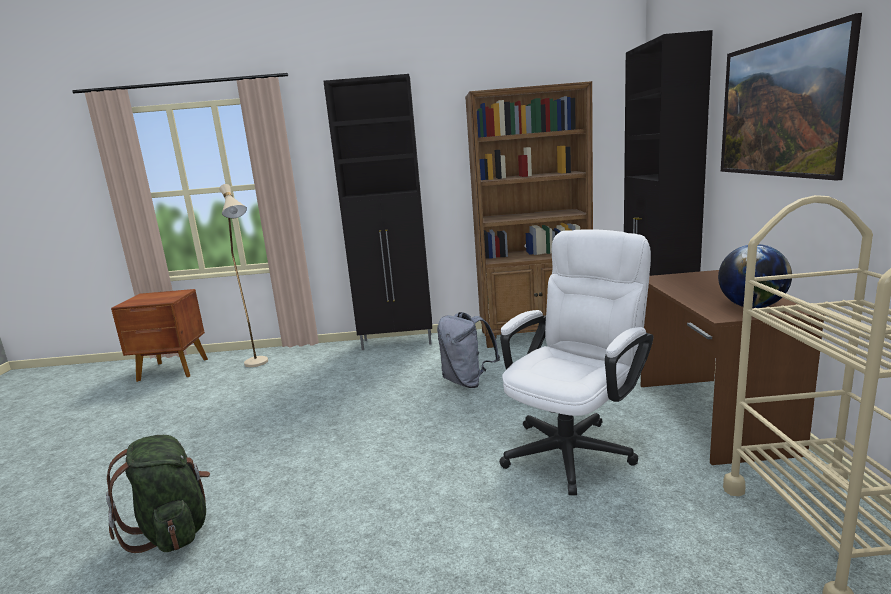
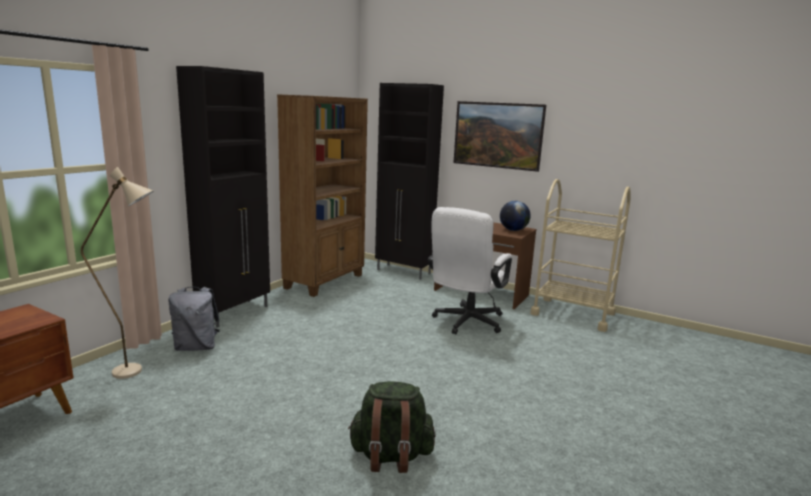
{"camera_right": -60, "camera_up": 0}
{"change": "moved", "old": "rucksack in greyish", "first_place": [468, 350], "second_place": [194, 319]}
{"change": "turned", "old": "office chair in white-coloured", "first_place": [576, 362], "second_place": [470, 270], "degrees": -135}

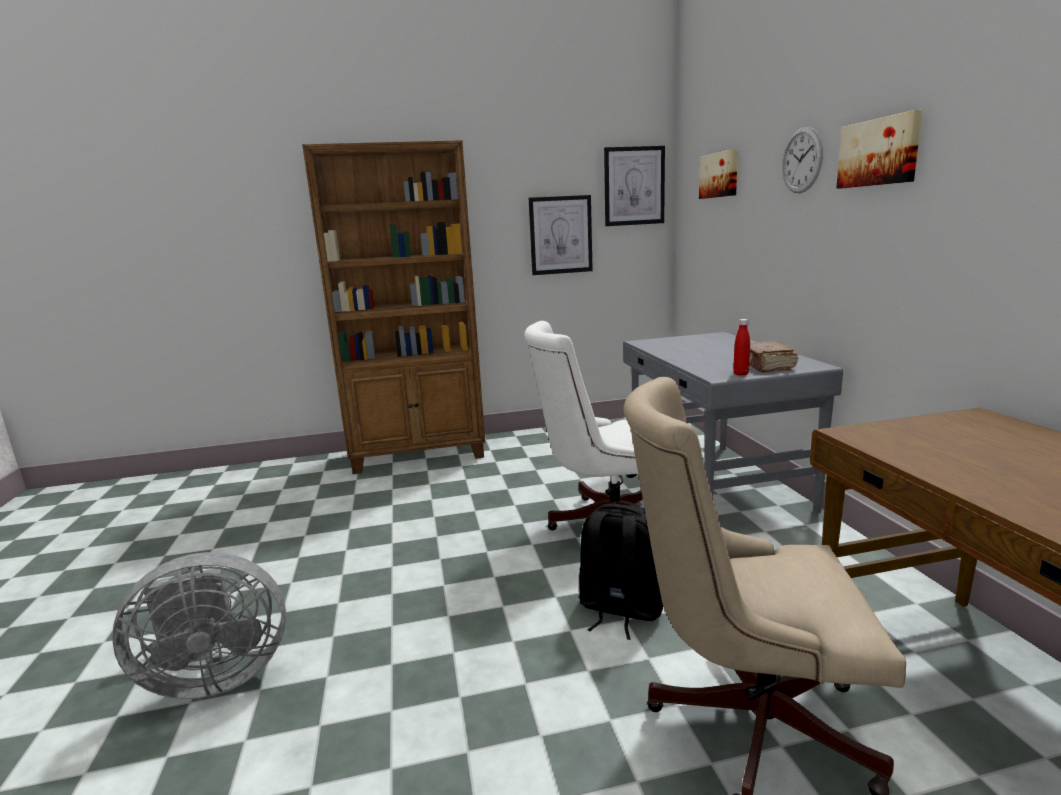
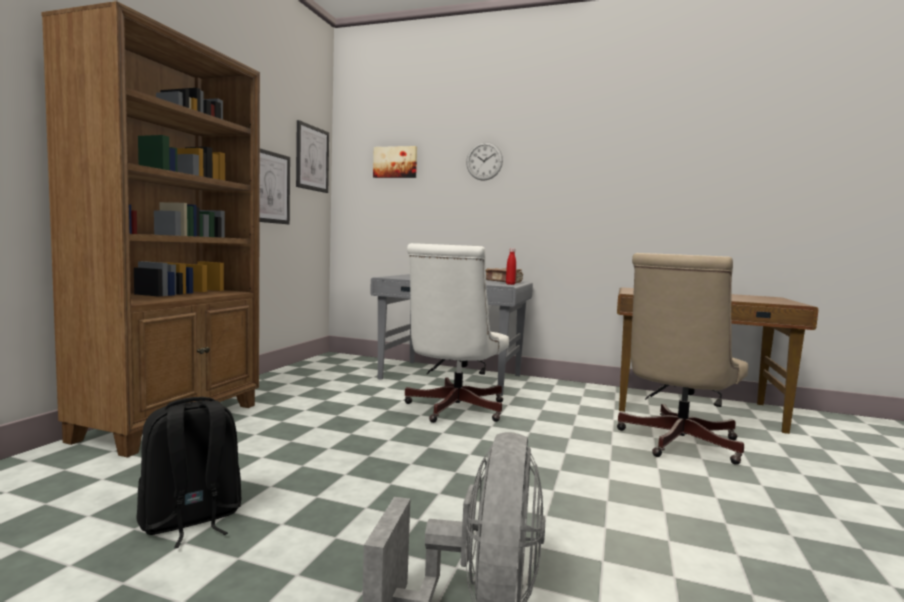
{"camera_right": -60, "camera_up": -10}
{"change": "moved", "old": "rucksack in black", "first_place": [621, 572], "second_place": [188, 472]}
{"change": "removed", "old": "picture", "first_place": [879, 149]}

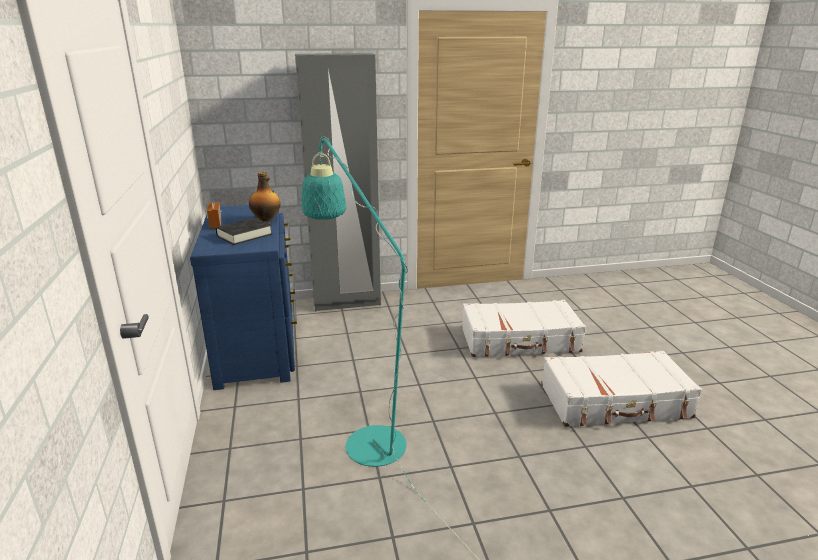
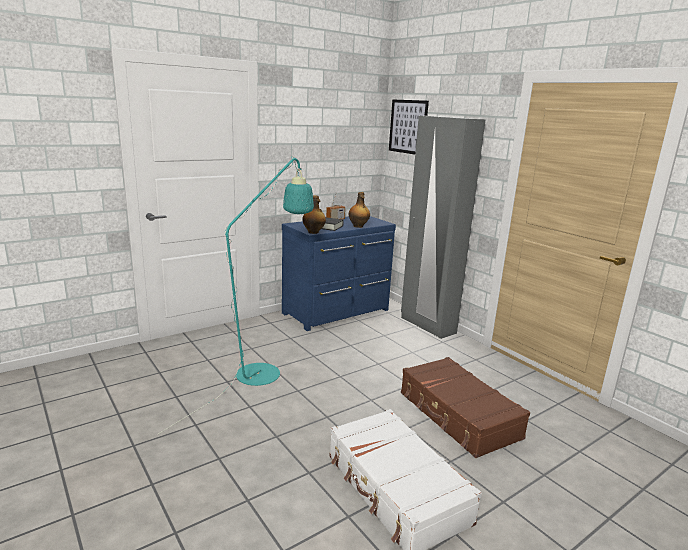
{"camera_right": 65, "camera_up": -5}
{"change": "recoloured", "old": "piece of luggage in white-coloured", "new": "piece of luggage in brown-coloured", "first_place": [524, 328], "second_place": [465, 407]}
{"change": "added", "new": "drink bottle", "second_place": [314, 214]}
{"change": "added", "new": "picture", "second_place": [409, 126]}

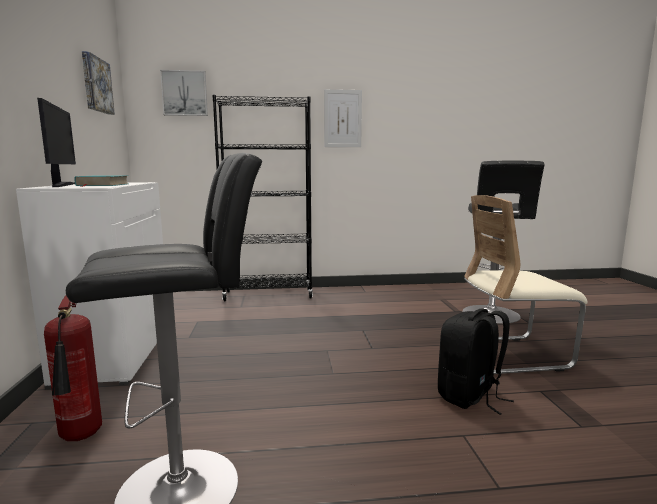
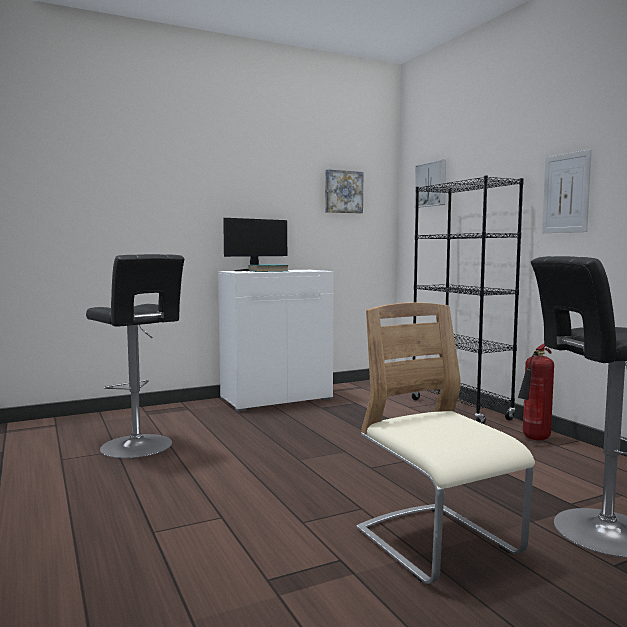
{"camera_right": 70, "camera_up": -5}
{"change": "moved", "old": "fire-fighting cylinder", "first_place": [73, 368], "second_place": [536, 392]}
{"change": "removed", "old": "rucksack in black", "first_place": [476, 362]}

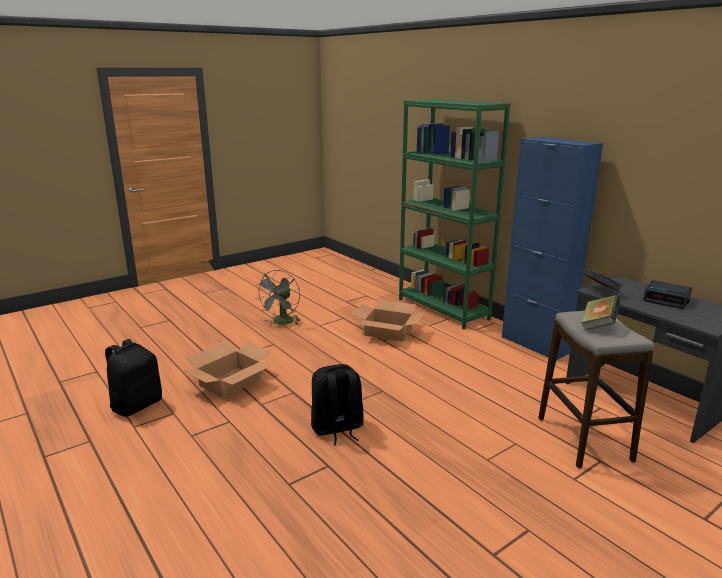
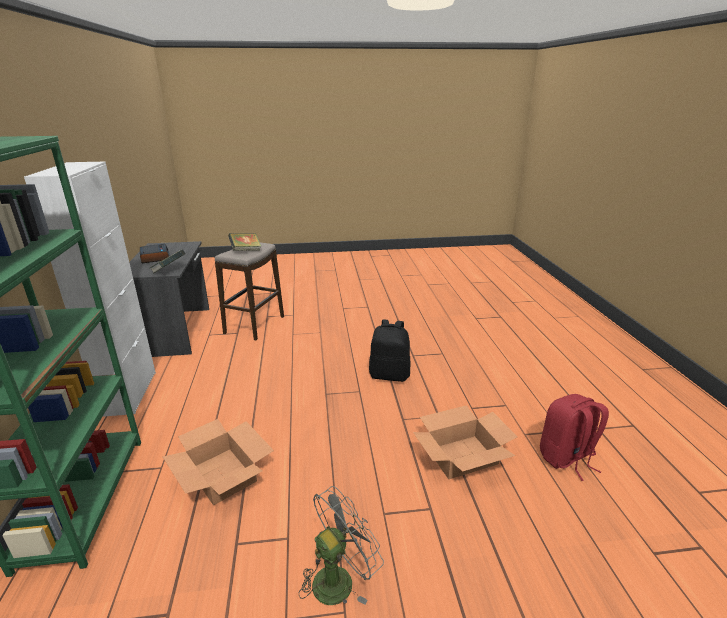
{"camera_right": -150, "camera_up": 5}
{"change": "recoloured", "old": "rucksack in black", "new": "rucksack in red", "first_place": [133, 378], "second_place": [574, 437]}
{"change": "recoloured", "old": "cupboard in blue", "new": "cupboard in white-coloured", "first_place": [552, 248], "second_place": [90, 289]}

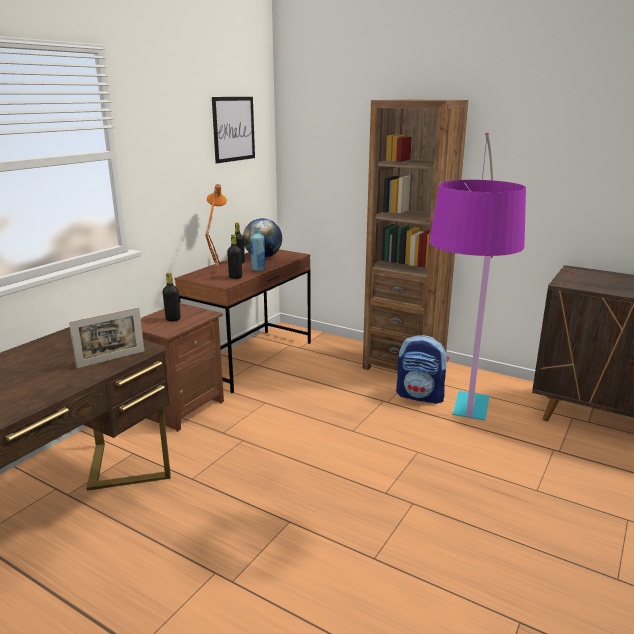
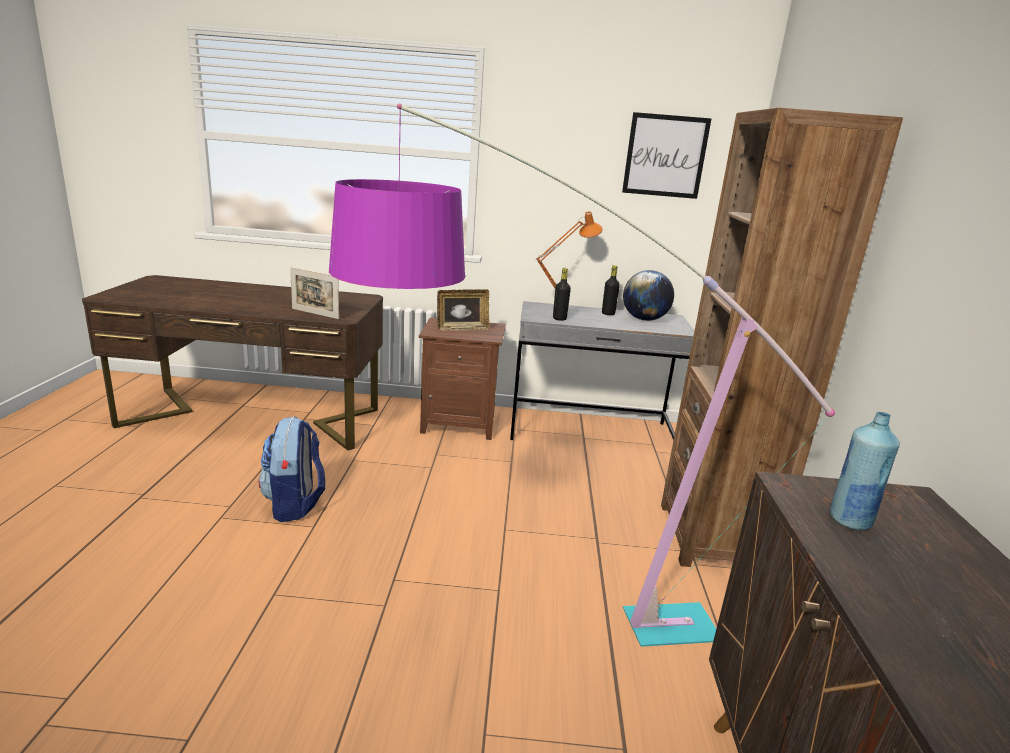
{"camera_right": 60, "camera_up": 0}
{"change": "replaced", "old": "drink bottle in black", "new": "photo frame", "first_place": [172, 296], "second_place": [463, 310]}
{"change": "recoloured", "old": "desk table in brown-coloured", "new": "desk table in greyish", "first_place": [243, 321], "second_place": [602, 370]}
{"change": "moved", "old": "drink bottle in blue", "first_place": [257, 249], "second_place": [865, 471]}
{"change": "moved", "old": "rucksack", "first_place": [422, 369], "second_place": [291, 469]}

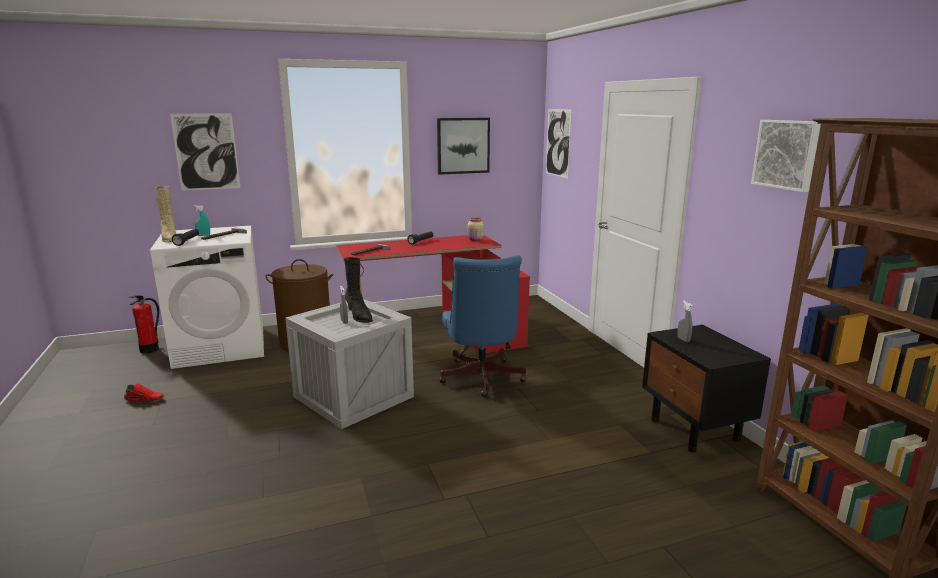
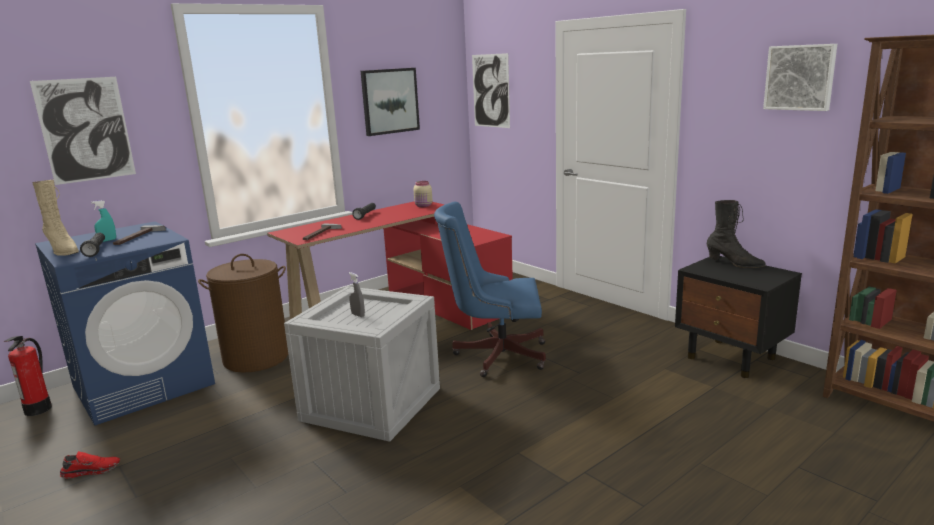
{"camera_right": -20, "camera_up": 0}
{"change": "recoloured", "old": "laundry machine in white-coloured", "new": "laundry machine in blue", "first_place": [207, 297], "second_place": [125, 323]}
{"change": "moved", "old": "boot in black", "first_place": [358, 290], "second_place": [736, 234]}
{"change": "turned", "old": "office chair in blue", "first_place": [482, 326], "second_place": [490, 289], "degrees": 120}
{"change": "removed", "old": "hand sprayer in greyish", "first_place": [684, 321]}

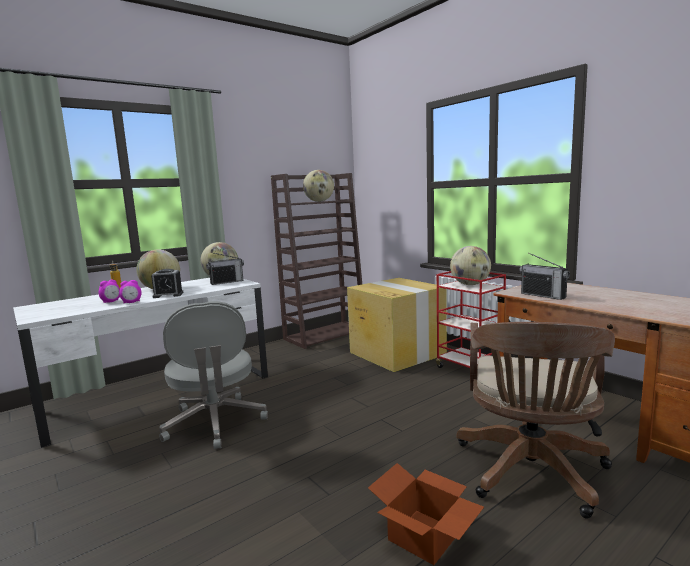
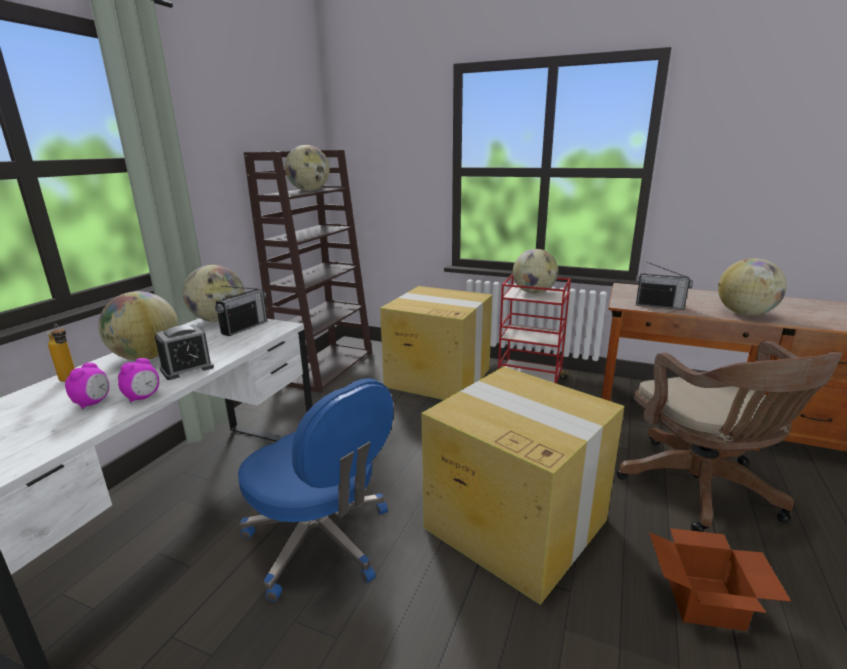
{"camera_right": -30, "camera_up": 10}
{"change": "recoloured", "old": "office chair in greyish", "new": "office chair in blue", "first_place": [213, 375], "second_place": [315, 490]}
{"change": "added", "new": "carton", "second_place": [523, 485]}
{"change": "added", "new": "world globe", "second_place": [752, 287]}

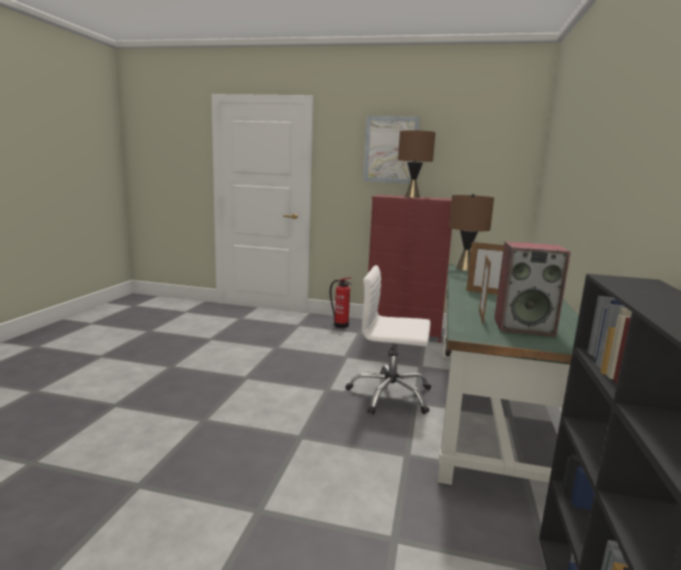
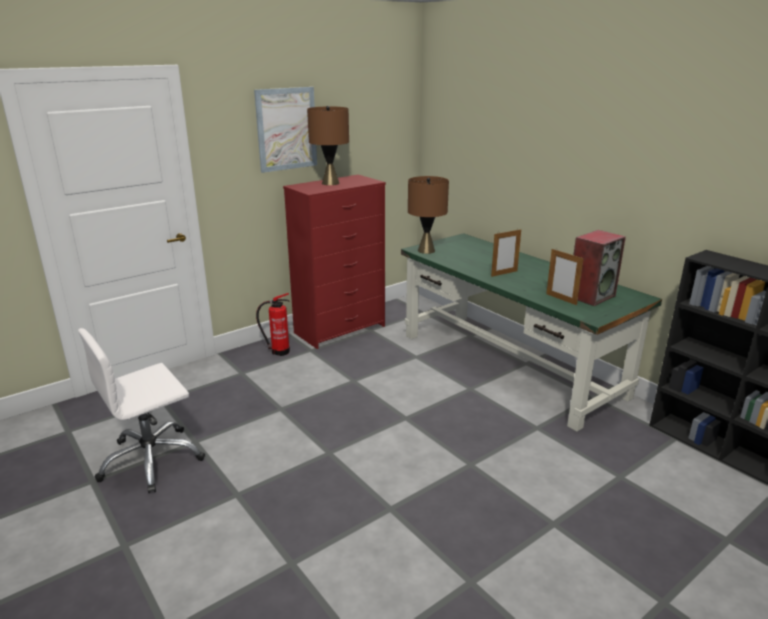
{"camera_right": -50, "camera_up": 10}
{"change": "moved", "old": "office chair in white-coloured", "first_place": [388, 340], "second_place": [141, 410]}

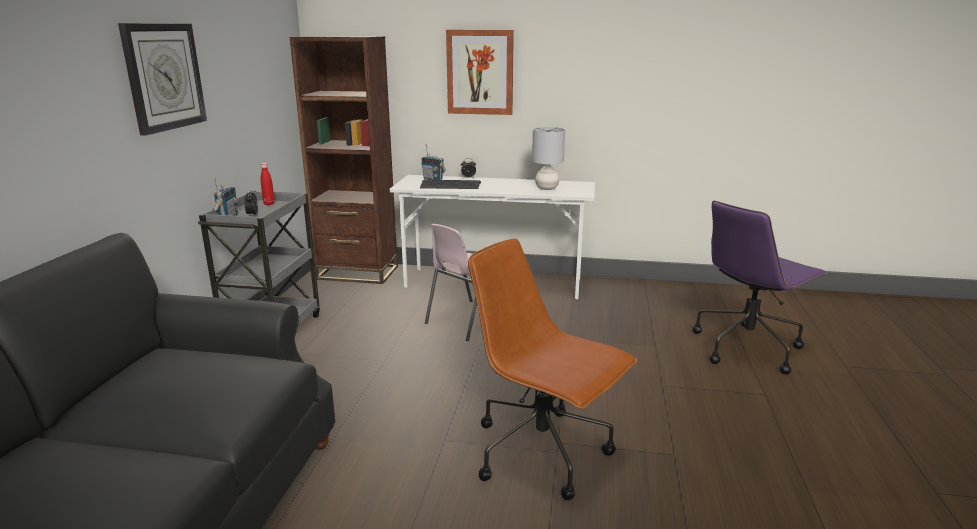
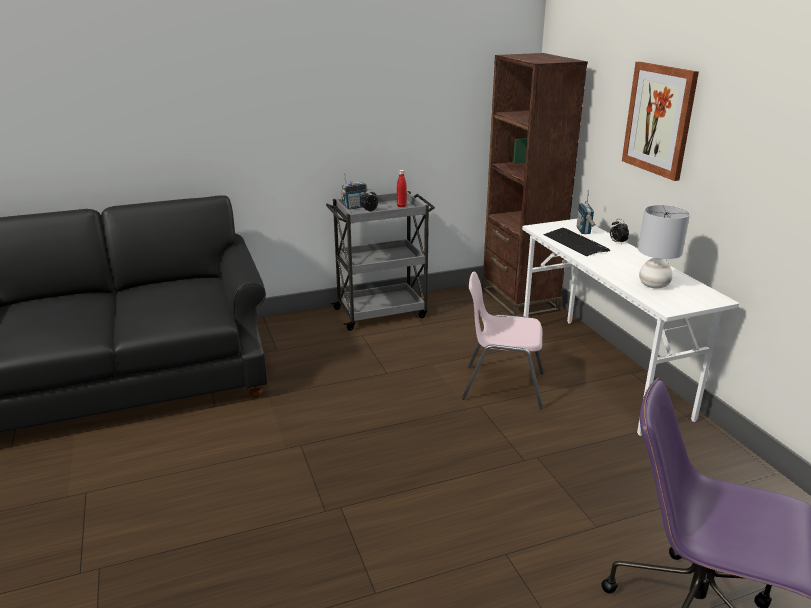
{"camera_right": 60, "camera_up": 5}
{"change": "removed", "old": "wall clock", "first_place": [162, 79]}
{"change": "removed", "old": "office chair in brown-coloured", "first_place": [552, 369]}

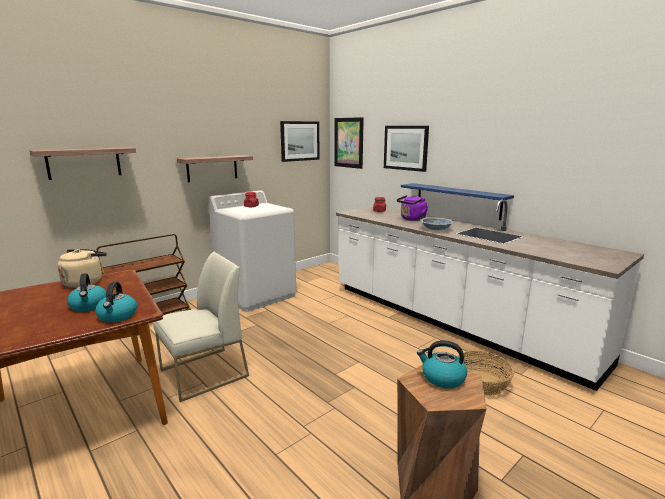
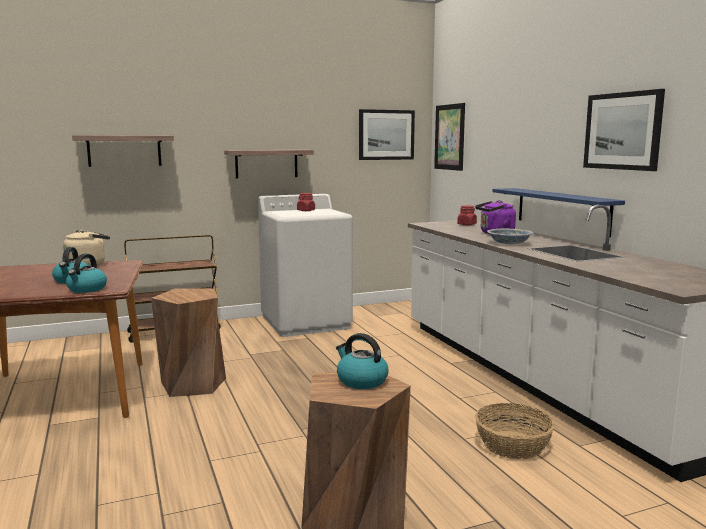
{"camera_right": 20, "camera_up": -5}
{"change": "replaced", "old": "chair in white-coloured", "new": "stool in brown-coloured", "first_place": [201, 327], "second_place": [188, 342]}
{"change": "moved", "old": "picture", "first_place": [406, 149], "second_place": [624, 130]}

